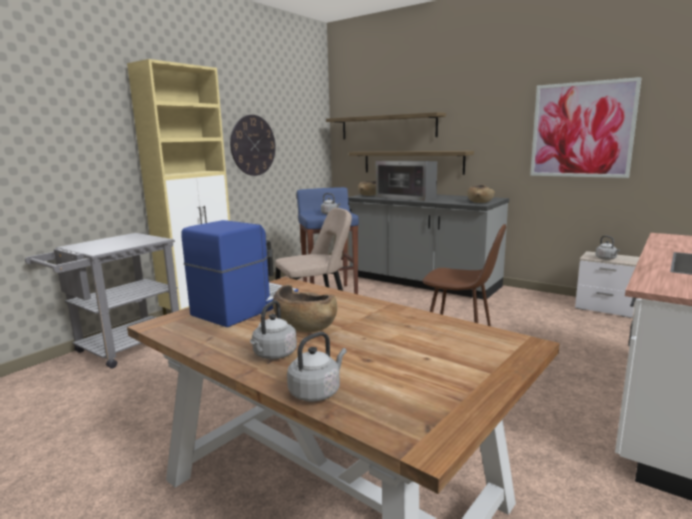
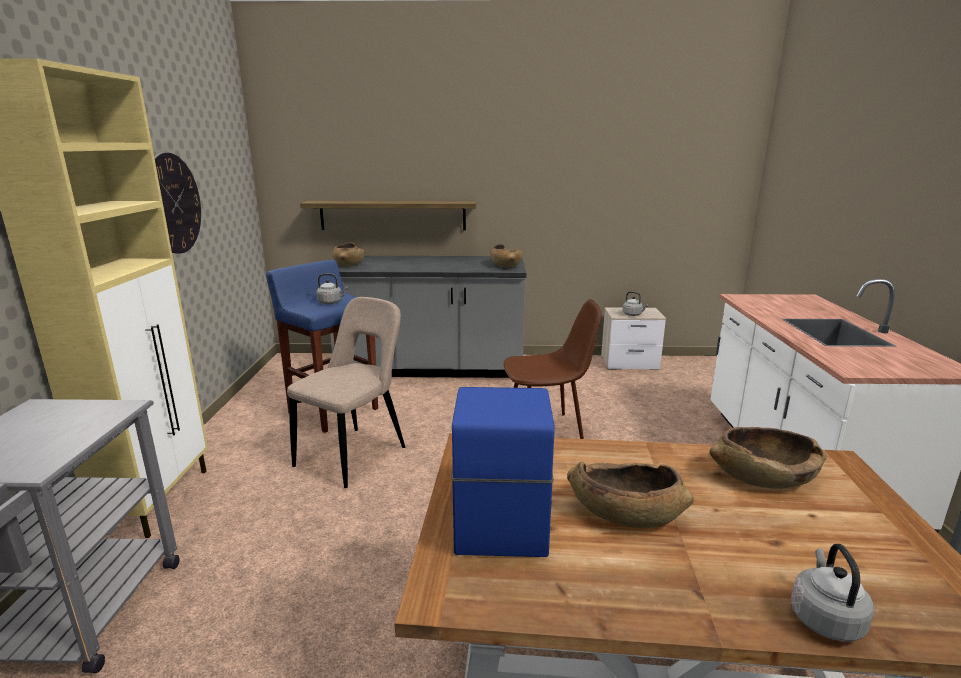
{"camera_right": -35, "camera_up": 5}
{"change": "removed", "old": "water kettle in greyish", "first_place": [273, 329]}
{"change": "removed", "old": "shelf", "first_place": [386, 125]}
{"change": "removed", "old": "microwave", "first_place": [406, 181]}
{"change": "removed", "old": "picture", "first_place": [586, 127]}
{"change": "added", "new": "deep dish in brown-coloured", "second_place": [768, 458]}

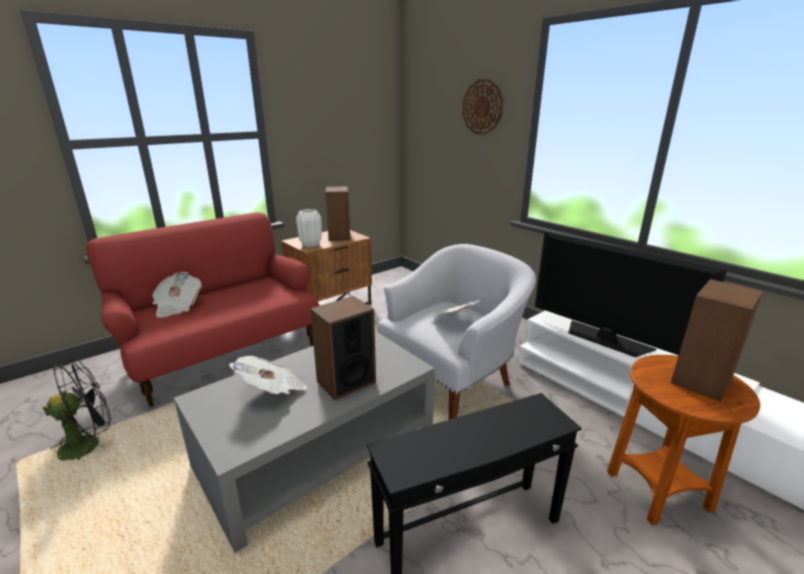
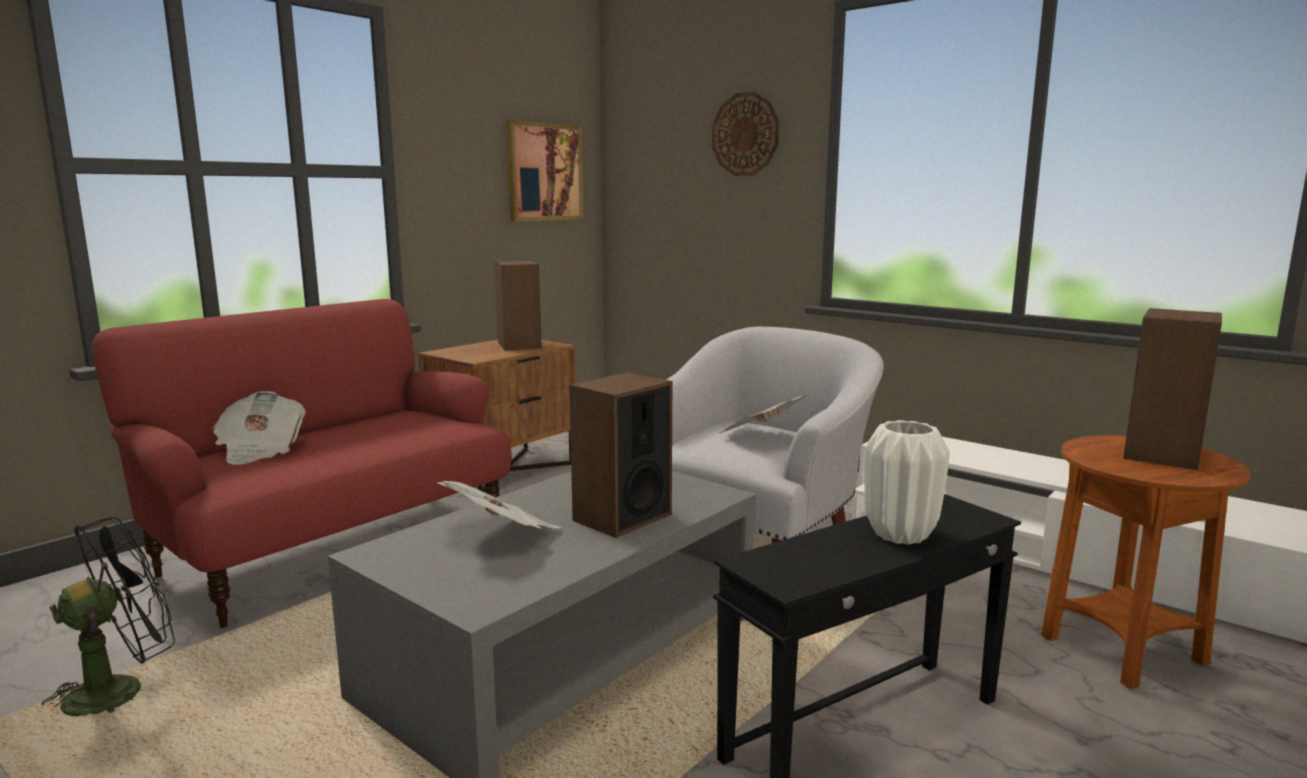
{"camera_right": -10, "camera_up": -10}
{"change": "moved", "old": "flower vase in white-coloured", "first_place": [309, 228], "second_place": [907, 482]}
{"change": "removed", "old": "television", "first_place": [631, 294]}
{"change": "added", "new": "picture", "second_place": [544, 170]}

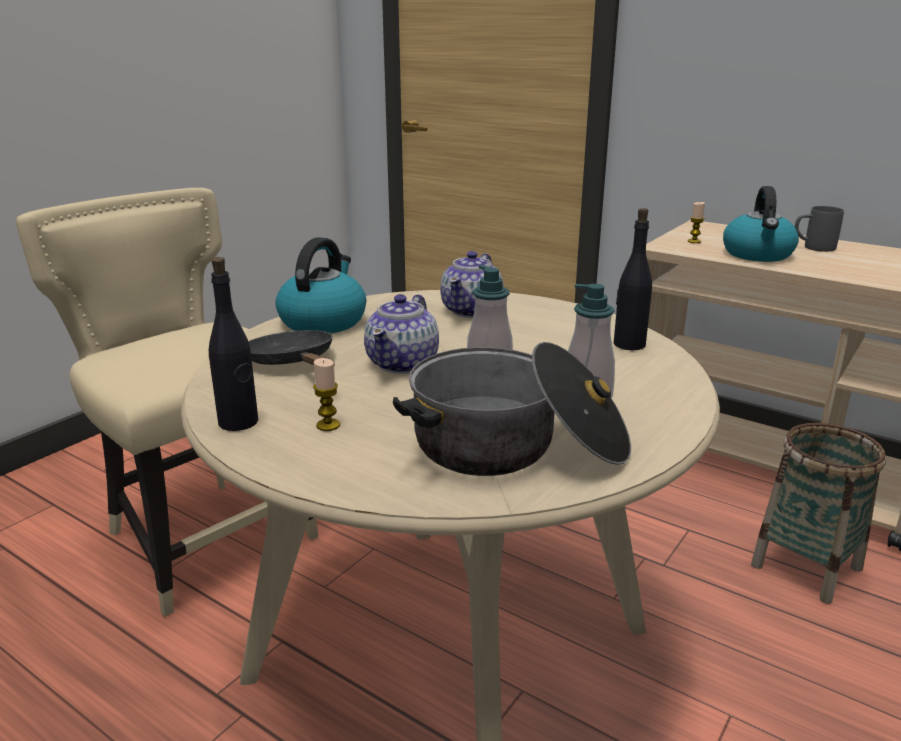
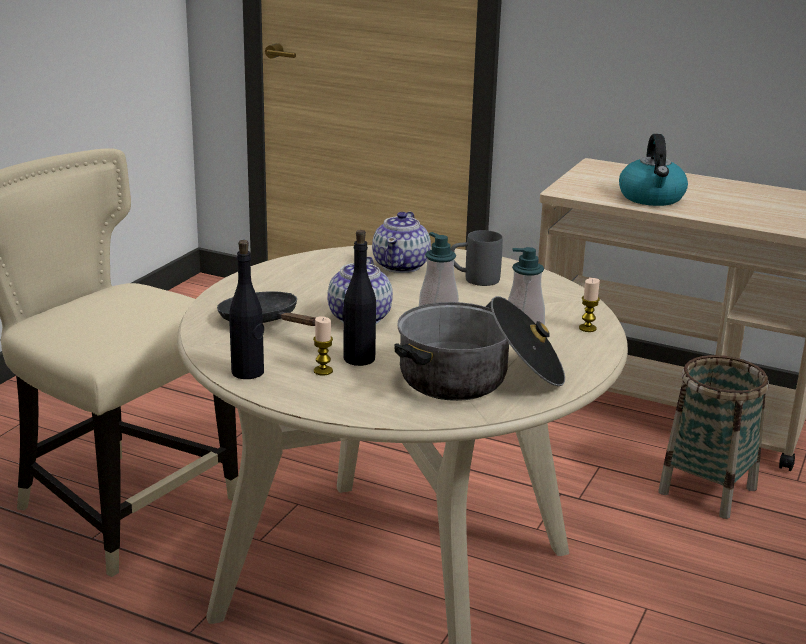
{"camera_right": -10, "camera_up": 0}
{"change": "removed", "old": "water kettle", "first_place": [320, 285]}
{"change": "moved", "old": "drink bottle in black", "first_place": [633, 279], "second_place": [359, 298]}
{"change": "moved", "old": "wax candle", "first_place": [696, 222], "second_place": [589, 305]}
{"change": "moved", "old": "tea mug in greyish", "first_place": [819, 229], "second_place": [476, 258]}

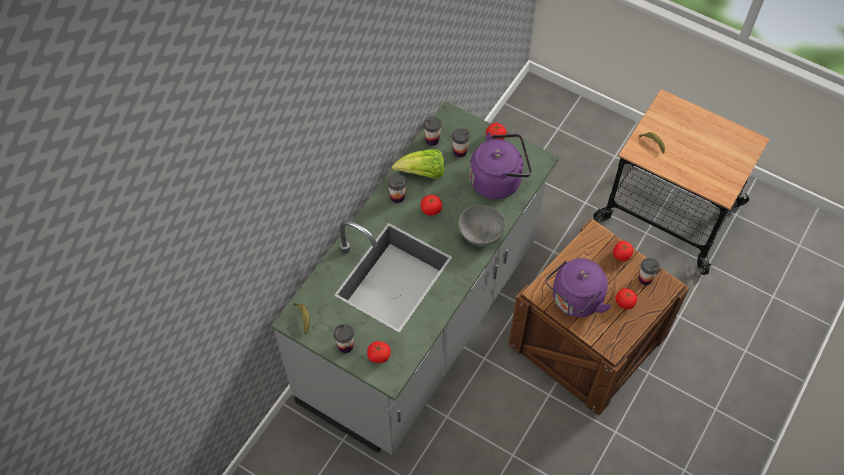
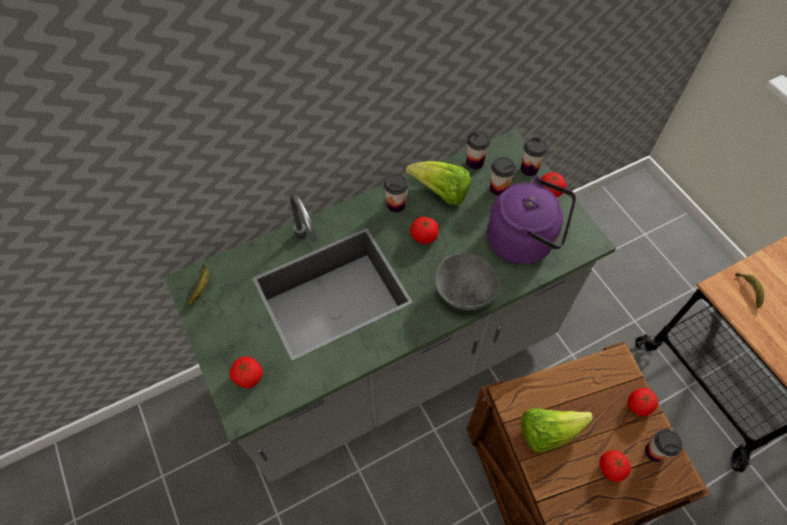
{"camera_right": 30, "camera_up": 0}
{"change": "moved", "old": "small cup", "first_place": [343, 338], "second_place": [534, 156]}
{"change": "replaced", "old": "water kettle in purple-coloured", "new": "lettuce head", "first_place": [578, 287], "second_place": [557, 430]}

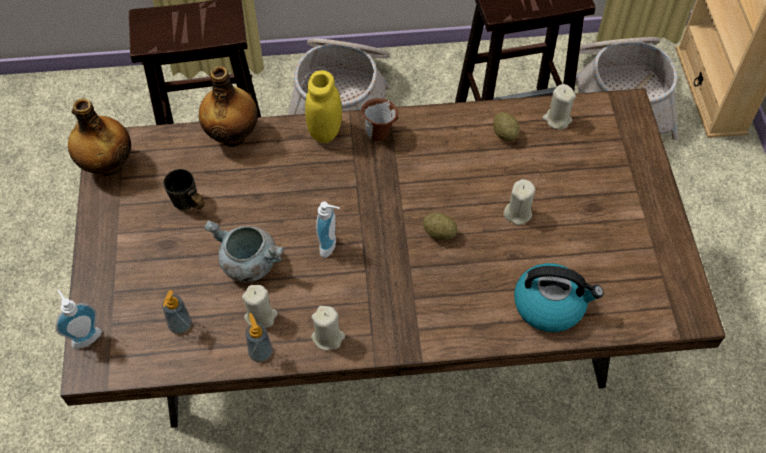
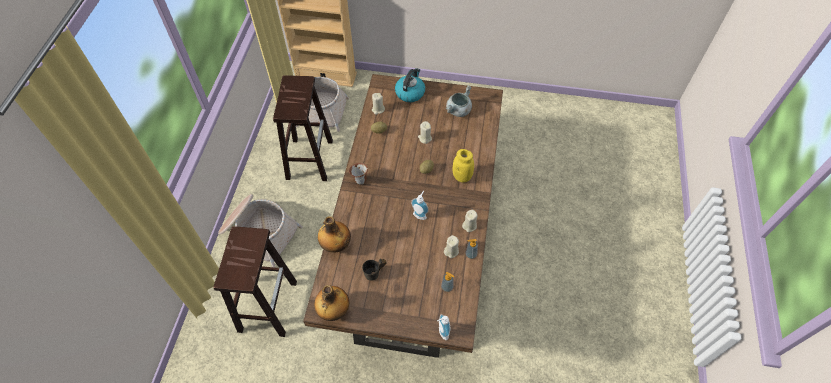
{"camera_right": -75, "camera_up": 0}
{"change": "moved", "old": "cooking pot in greyish", "first_place": [244, 251], "second_place": [459, 101]}
{"change": "moved", "old": "preserve jar in yellowish", "first_place": [323, 106], "second_place": [463, 166]}
{"change": "moved", "old": "water kettle", "first_place": [559, 297], "second_place": [410, 85]}

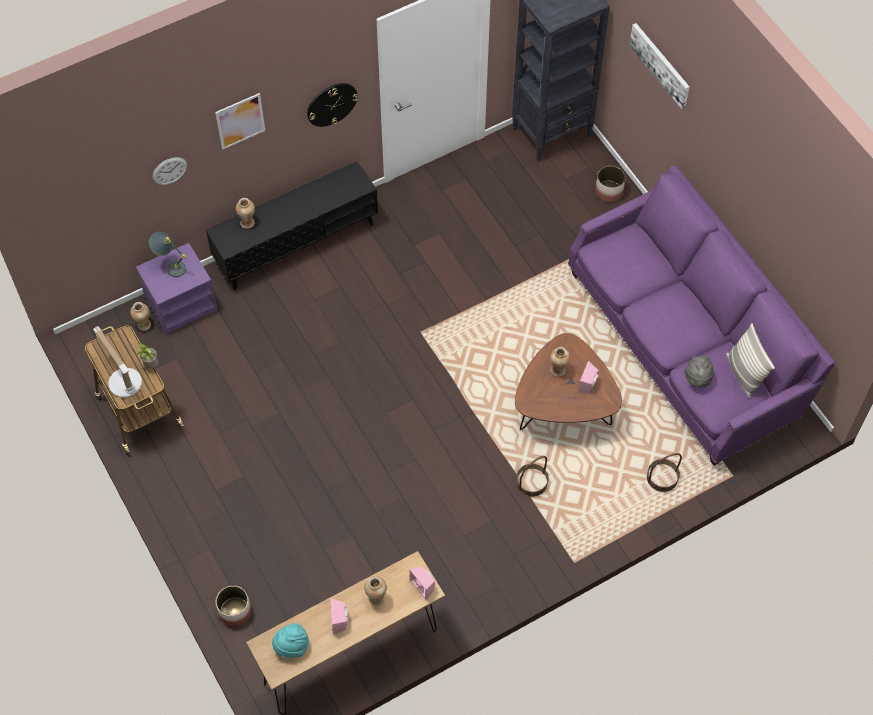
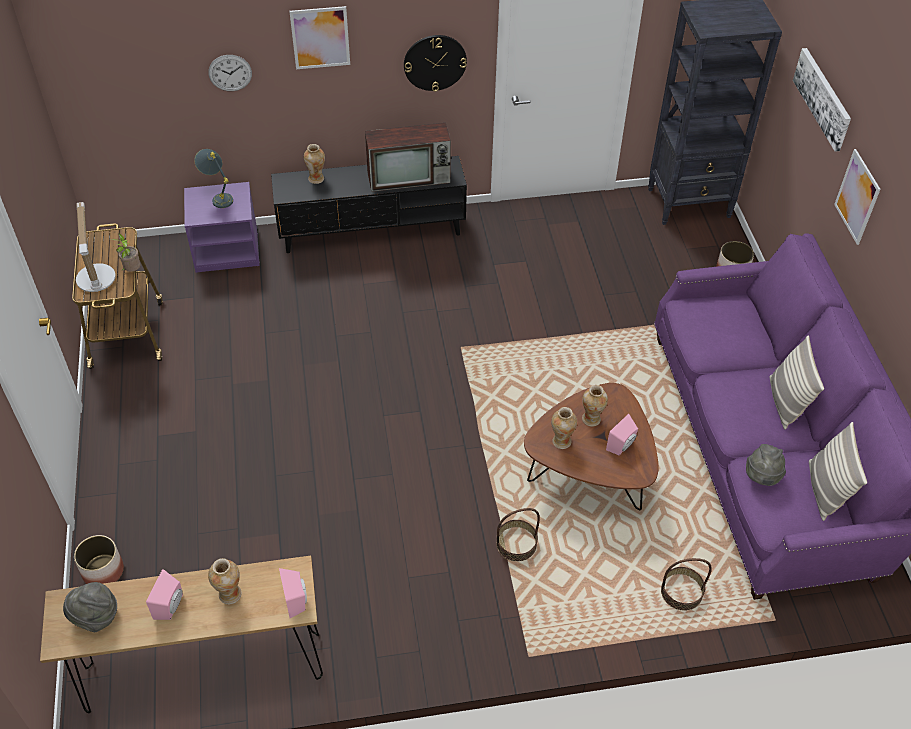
{"camera_right": 20, "camera_up": -10}
{"change": "moved", "old": "flower vase", "first_place": [140, 316], "second_place": [564, 428]}
{"change": "recoloured", "old": "wearable hat in turquoise", "new": "wearable hat in greyish", "first_place": [290, 640], "second_place": [90, 607]}
{"change": "added", "new": "television", "second_place": [408, 157]}
{"change": "added", "new": "pillow", "second_place": [797, 382]}
{"change": "added", "new": "picture", "second_place": [857, 197]}

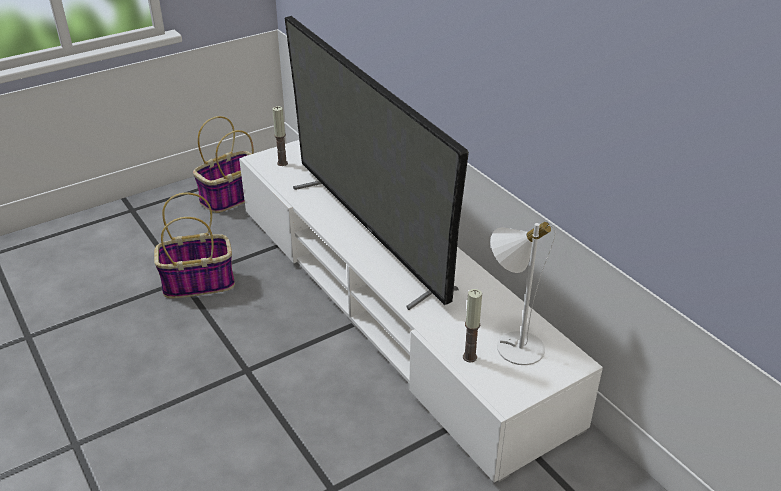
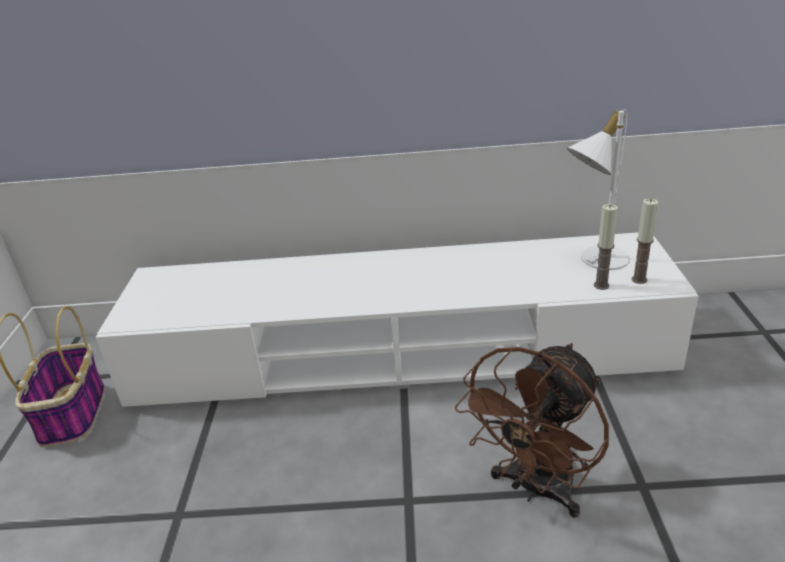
{"camera_right": -55, "camera_up": -5}
{"change": "removed", "old": "storage basket", "first_place": [194, 245]}
{"change": "moved", "old": "wax candle", "first_place": [280, 136], "second_place": [645, 241]}
{"change": "removed", "old": "television", "first_place": [377, 163]}
{"change": "added", "new": "electric fan in brown-coloured", "second_place": [532, 430]}

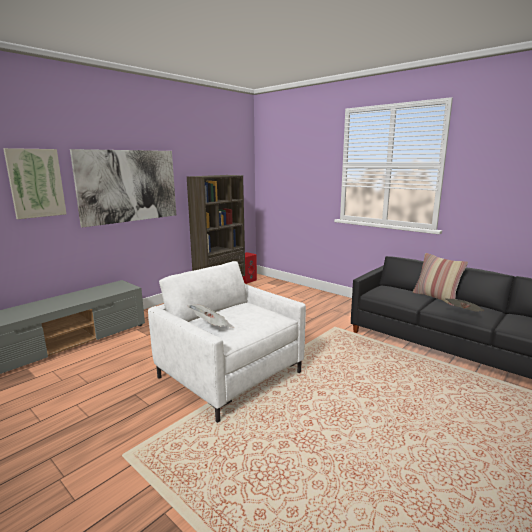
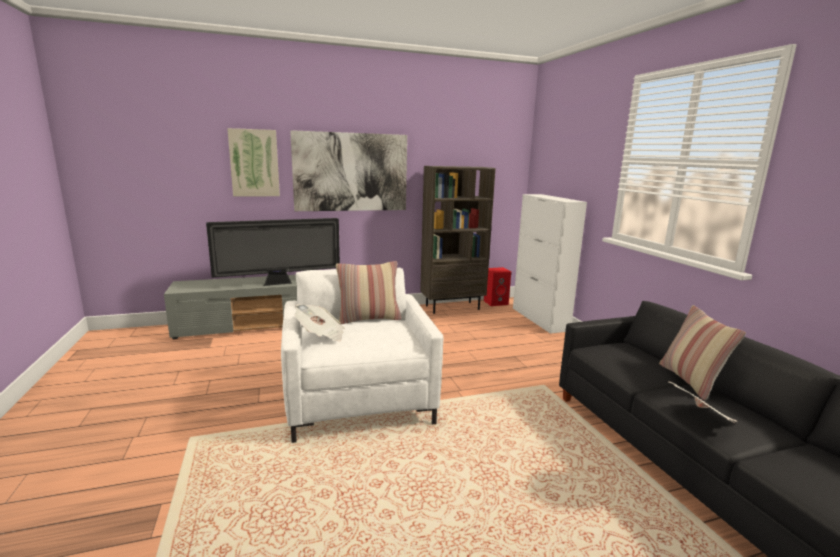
{"camera_right": 30, "camera_up": 0}
{"change": "added", "new": "television", "second_place": [273, 252]}
{"change": "added", "new": "pillow", "second_place": [368, 292]}
{"change": "added", "new": "cupboard in white-coloured", "second_place": [550, 264]}

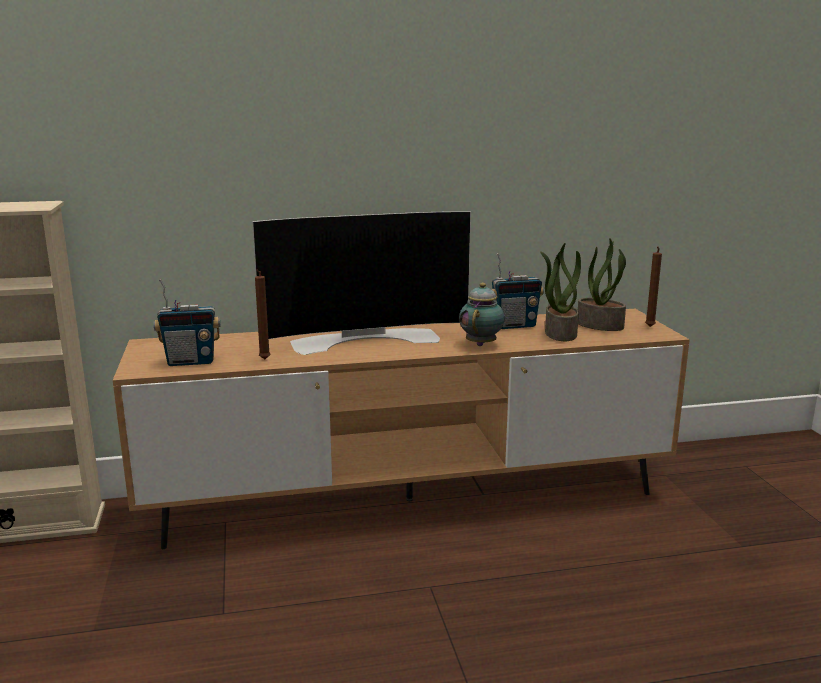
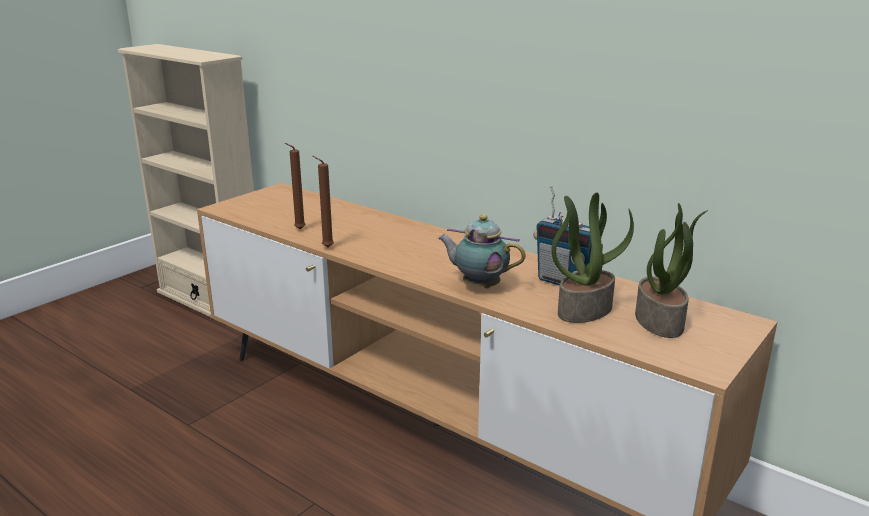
{"camera_right": 50, "camera_up": 5}
{"change": "removed", "old": "radio set", "first_place": [187, 322]}
{"change": "removed", "old": "television", "first_place": [361, 283]}
{"change": "turned", "old": "tea pot", "first_place": [482, 314], "second_place": [482, 251], "degrees": -135}
{"change": "moved", "old": "wax candle in brown-coloured", "first_place": [653, 286], "second_place": [323, 201]}

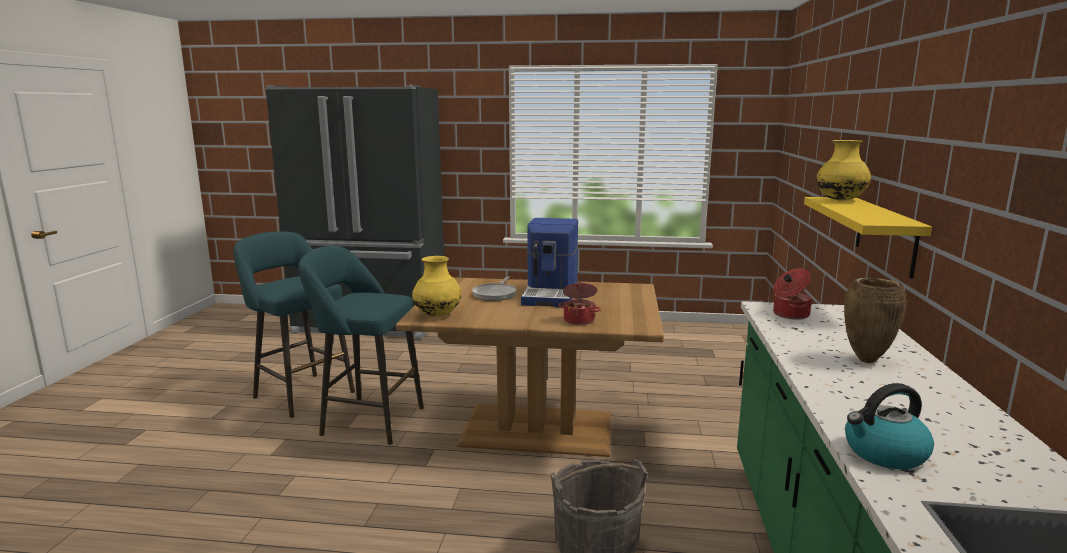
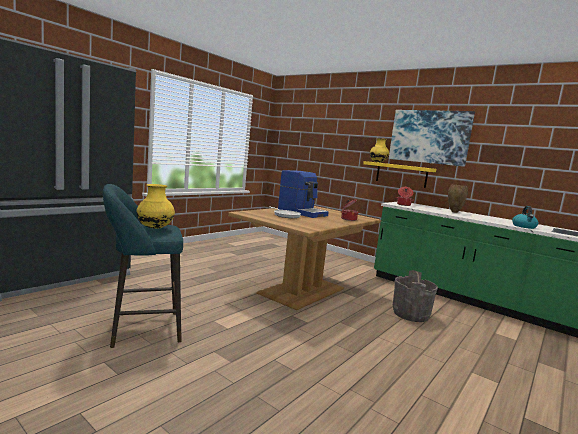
{"camera_right": -60, "camera_up": -5}
{"change": "removed", "old": "stool in turquoise", "first_place": [361, 345]}
{"change": "moved", "old": "flower vase in yellowish", "first_place": [436, 286], "second_place": [155, 206]}
{"change": "added", "new": "picture", "second_place": [432, 138]}

